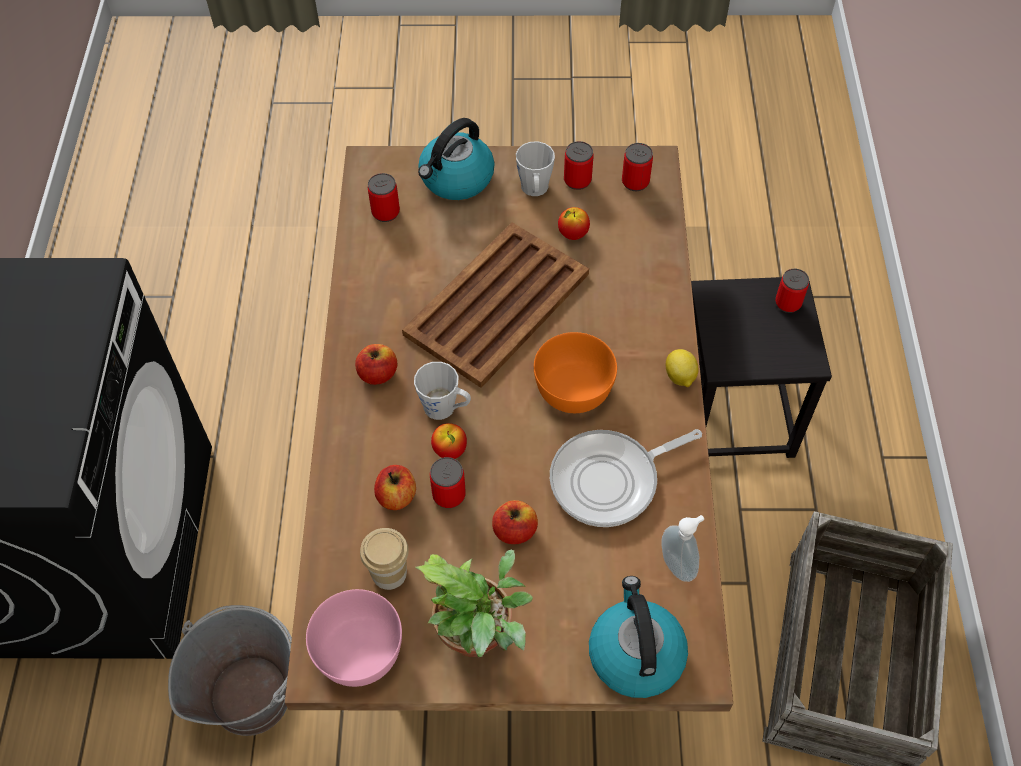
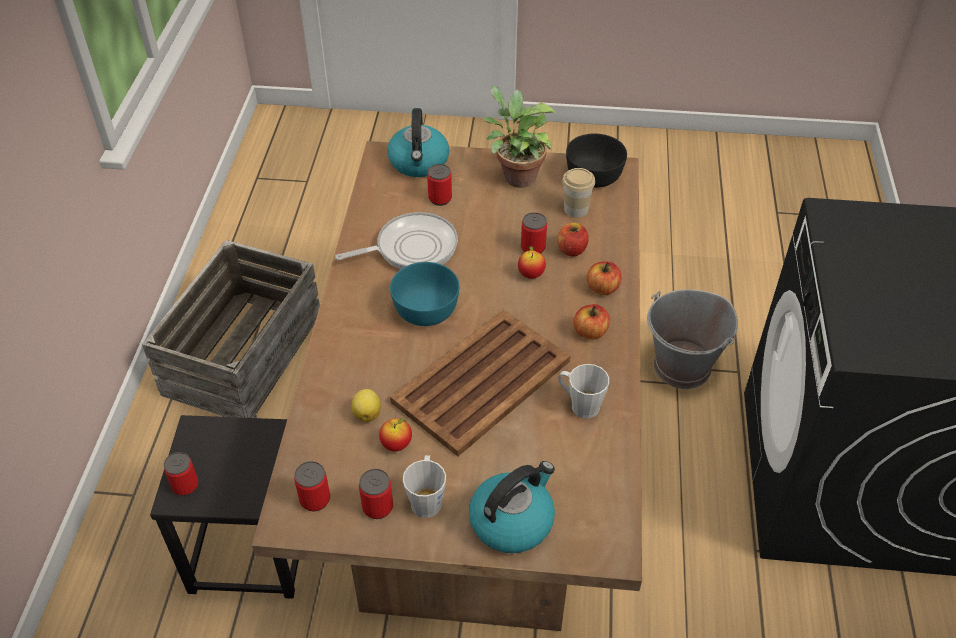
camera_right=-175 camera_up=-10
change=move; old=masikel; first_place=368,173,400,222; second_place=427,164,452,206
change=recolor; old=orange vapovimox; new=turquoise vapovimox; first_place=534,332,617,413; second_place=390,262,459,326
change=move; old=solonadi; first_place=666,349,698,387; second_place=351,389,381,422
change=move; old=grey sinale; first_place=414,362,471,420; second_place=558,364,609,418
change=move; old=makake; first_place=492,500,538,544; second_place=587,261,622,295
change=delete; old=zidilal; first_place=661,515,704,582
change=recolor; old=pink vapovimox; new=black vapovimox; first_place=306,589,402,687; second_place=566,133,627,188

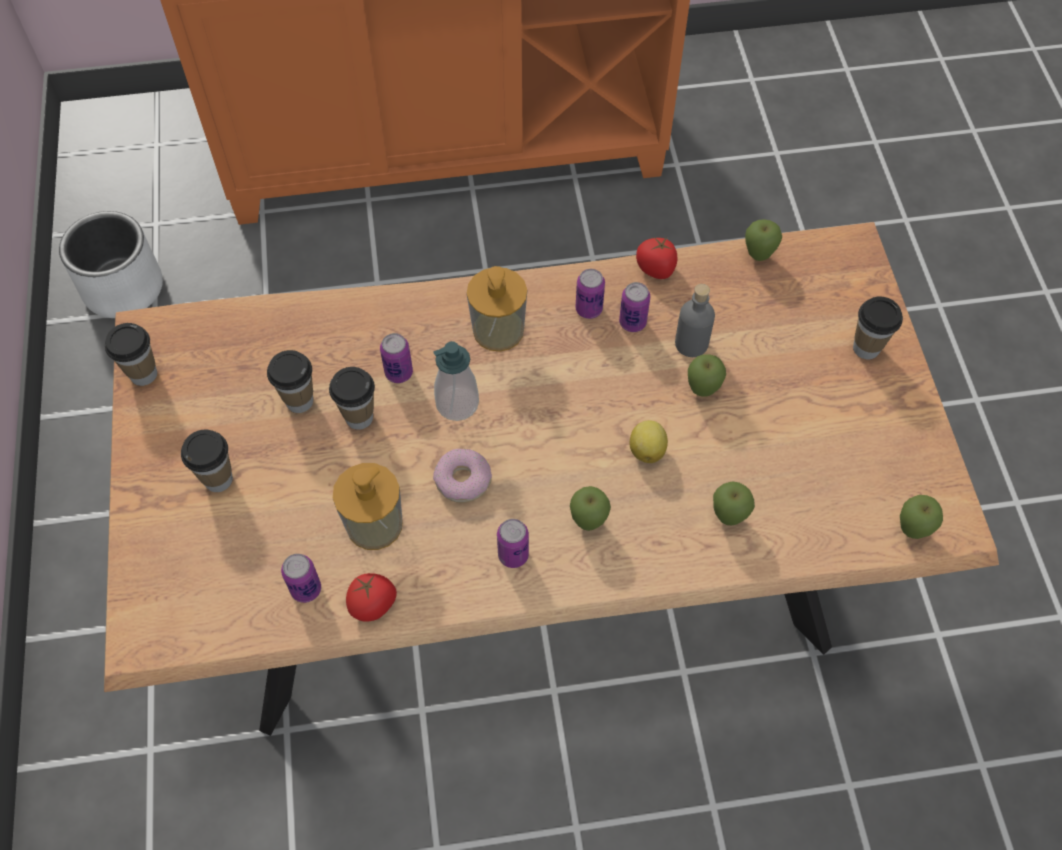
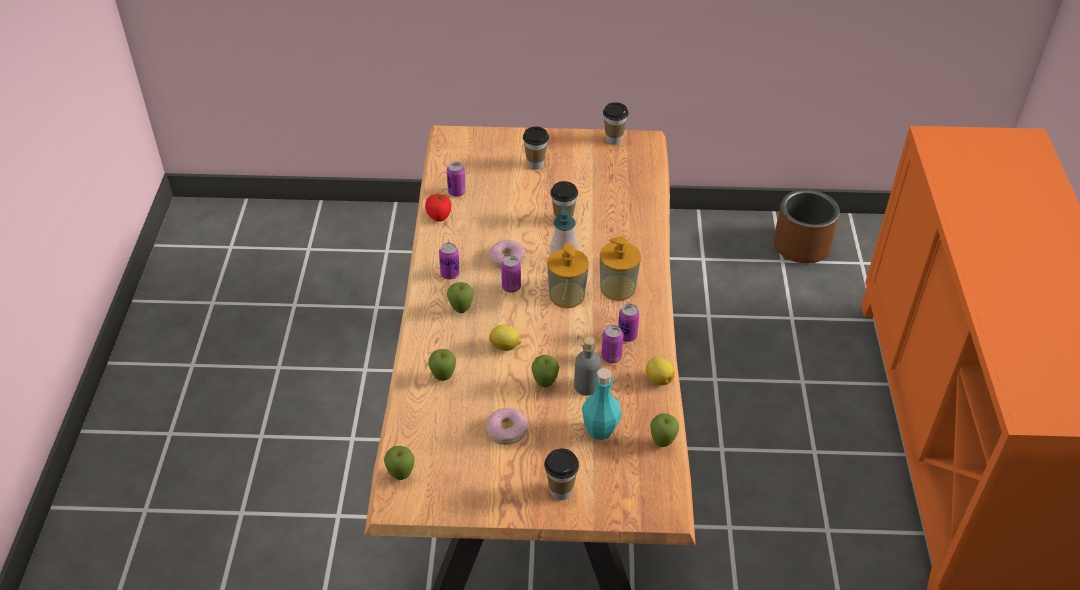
camera_right=100 camera_up=-15
change=recolor; old=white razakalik; new=brown razakalik; first_place=59,211,163,318; second_place=774,189,840,263
change=replace; old=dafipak; new=solonadi; first_place=636,237,677,279; second_place=646,357,675,385
change=move; old=masikel; first_place=380,333,413,383; second_place=501,256,521,293
change=delete; old=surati; first_place=267,350,313,413
change=move; old=zidilal; first_place=333,463,403,550; second_place=547,244,589,308
change=insert; new=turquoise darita; second_place=582,368,622,440
change=insert; new=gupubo; second_place=486,408,528,445

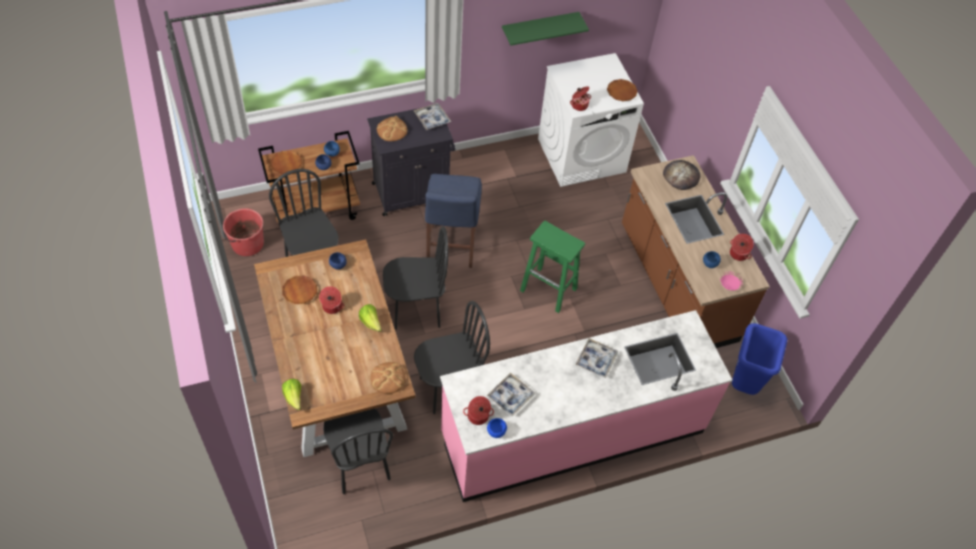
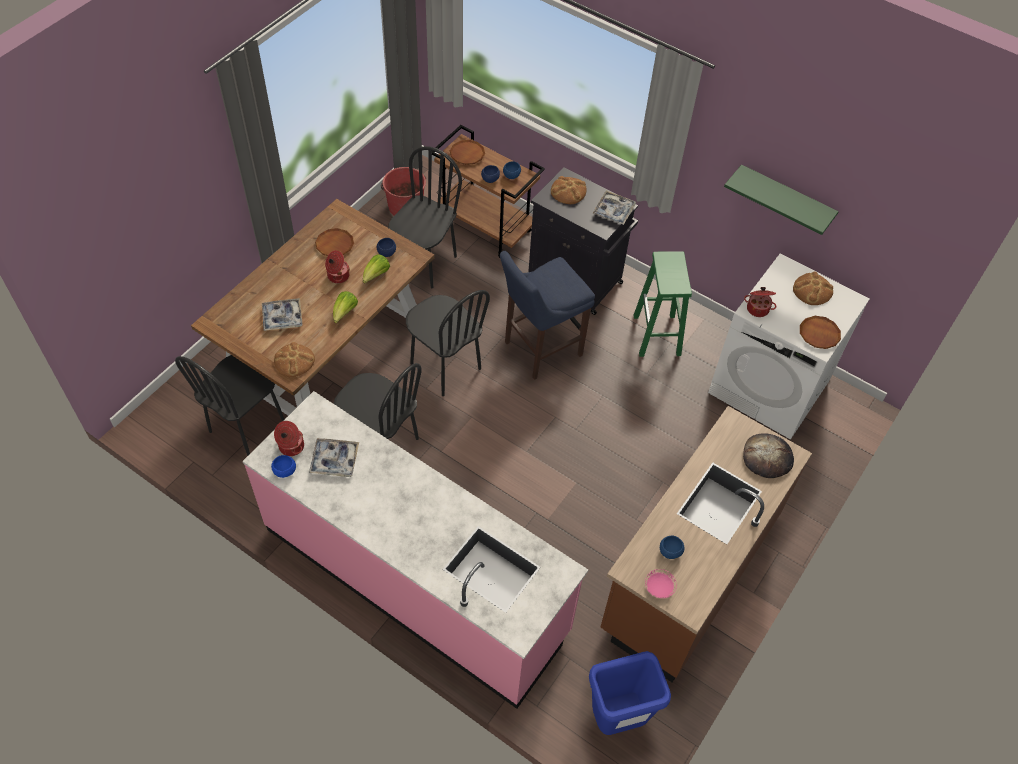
camera_right=55 camera_up=0
change=move; old=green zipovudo; first_place=520,220,585,313; second_place=634,251,692,357
change=delete; old=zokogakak; first_place=730,234,753,261
change=move; old=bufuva; first_place=575,338,618,378; second_place=262,298,303,331
change=move; old=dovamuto; first_place=282,379,301,410; second_place=363,254,390,283
change=insert; new=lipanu; second_place=793,271,833,305

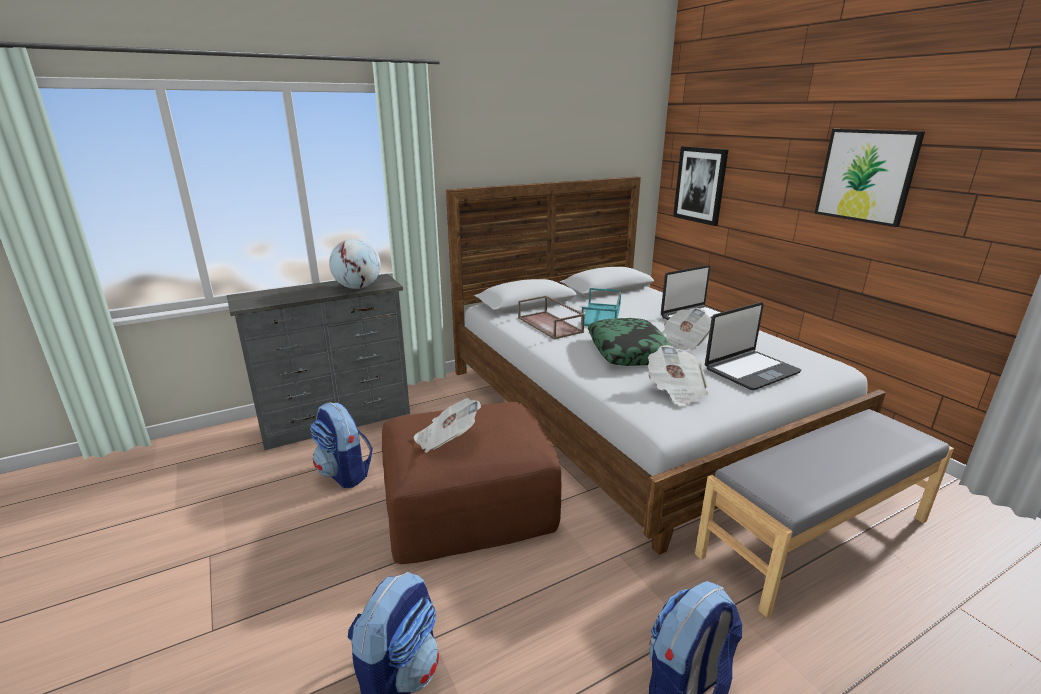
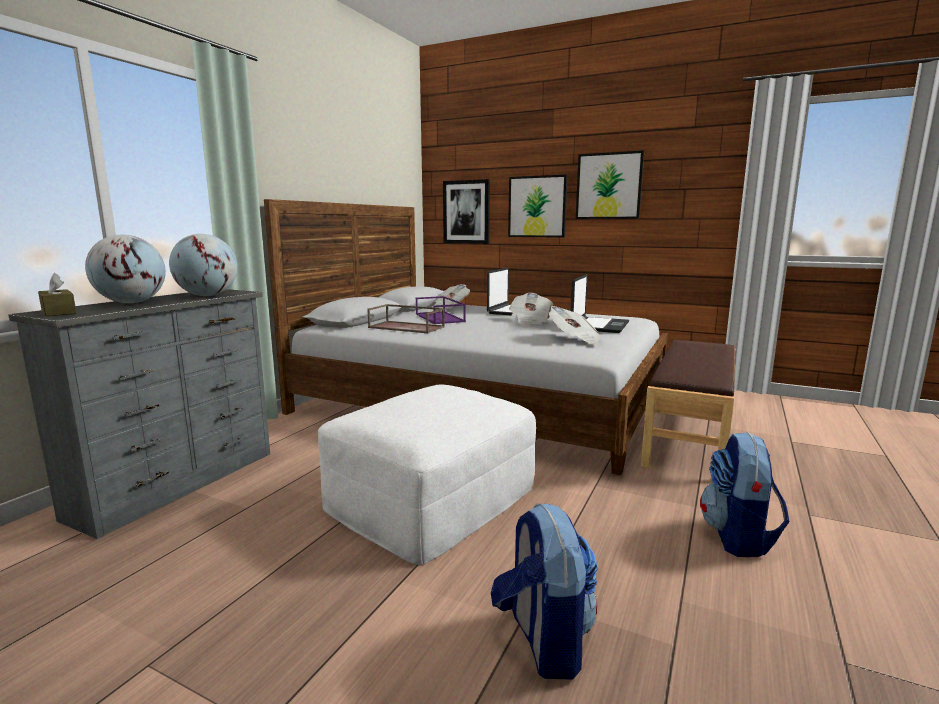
camera_right=-35 camera_up=-10
change=recolor; old=turquoise bufuva; new=purple bufuva; first_place=581,288,621,326; second_place=416,296,466,324
change=delete; old=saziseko; first_place=588,318,671,366
change=move; old=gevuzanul; first_place=414,398,481,453; second_place=432,284,470,310
change=recolor; old=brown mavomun; new=white mavomun; first_place=382,402,561,564; second_place=318,385,536,565
change=delete; old=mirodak; first_place=310,403,373,488
change=recolor; old=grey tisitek; new=brown tisitek; first_place=695,409,954,618; second_place=641,340,735,468
change=insert; new=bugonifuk; second_place=508,175,568,238
change=insert; new=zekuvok; second_place=85,234,166,303
change=insert; new=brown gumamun; second_place=38,273,77,316

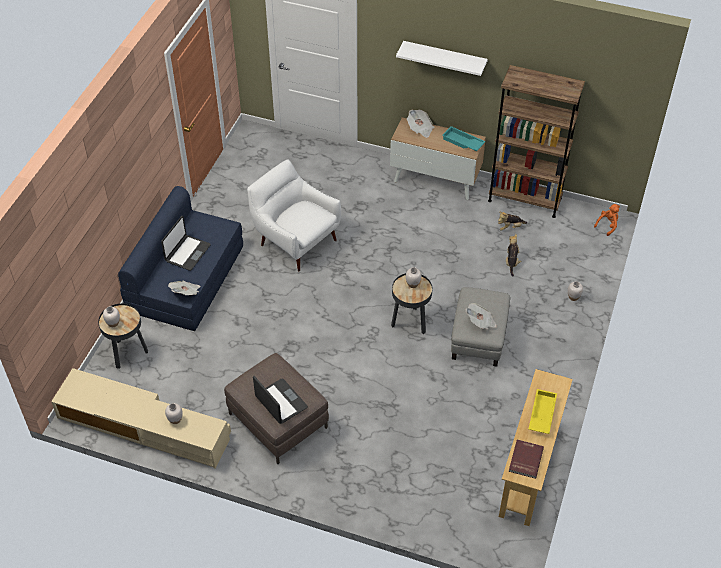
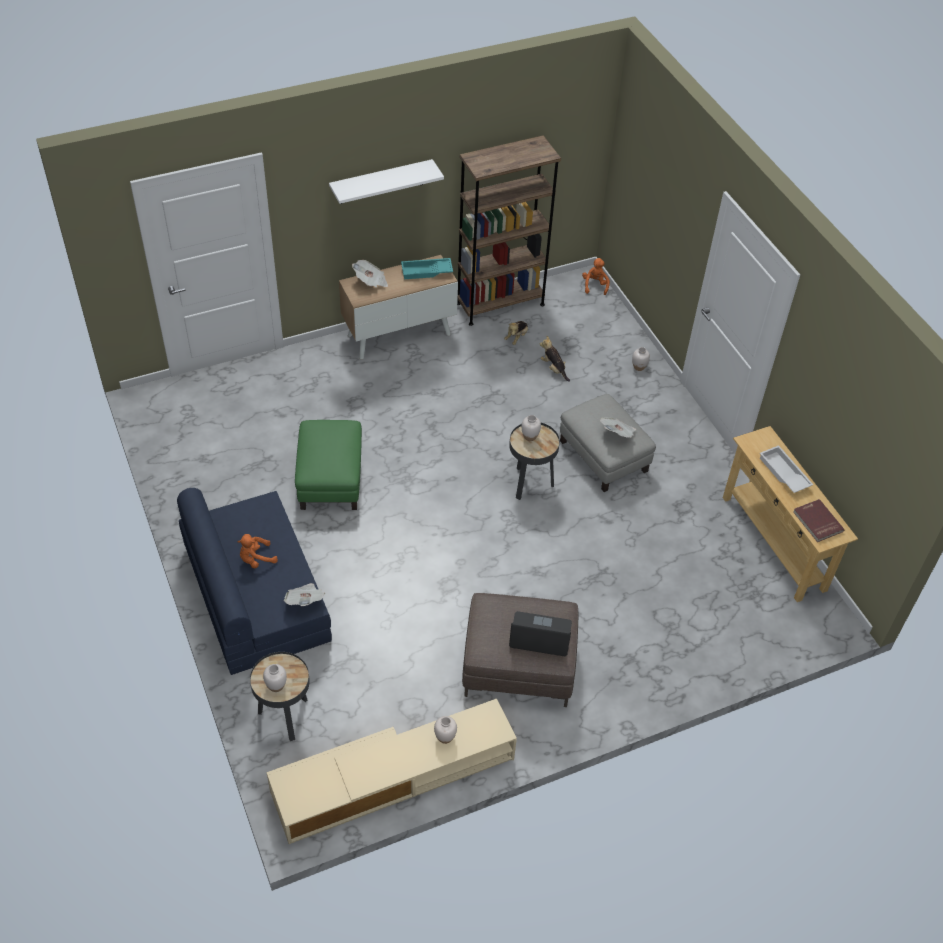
camera_right=-45 camera_up=0
change=replace; old=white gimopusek; new=green mavomun; first_place=247,160,341,271; second_place=295,420,362,510
change=replace; old=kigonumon; new=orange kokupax; first_place=161,216,211,271; second_place=238,534,278,568
change=recolor; old=yellow bufuva; new=white bufuva; first_place=528,389,557,434; second_place=760,445,813,493

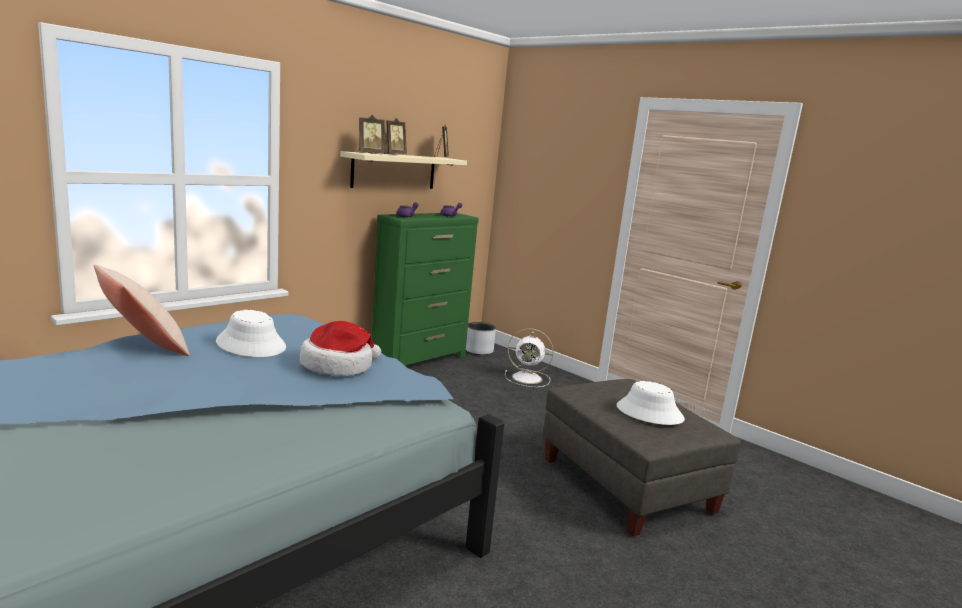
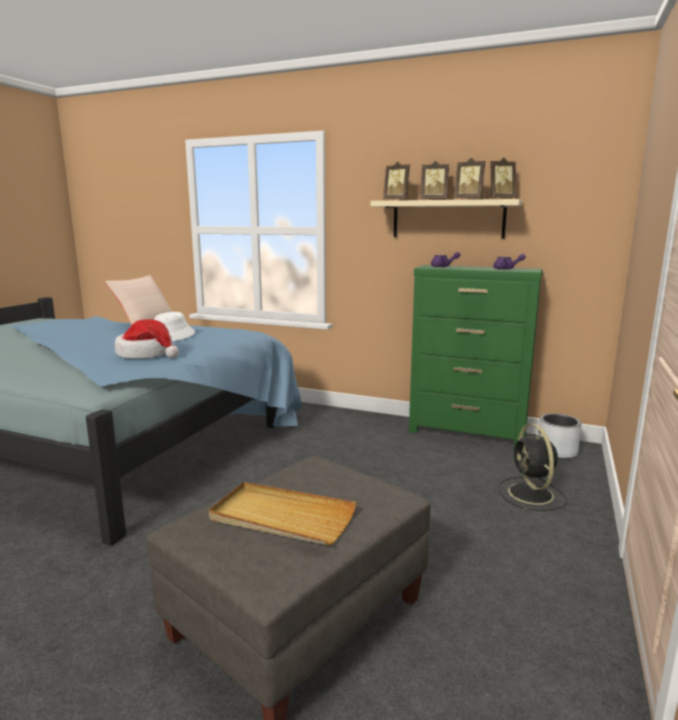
camera_right=70 camera_up=0
change=recolor; old=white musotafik; new=black musotafik; first_place=505,328,554,387; second_place=498,424,568,511
change=replace; old=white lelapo; new=beige bufuva; first_place=617,381,685,425; second_place=209,482,356,545
change=insert; new=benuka; second_place=454,157,485,200

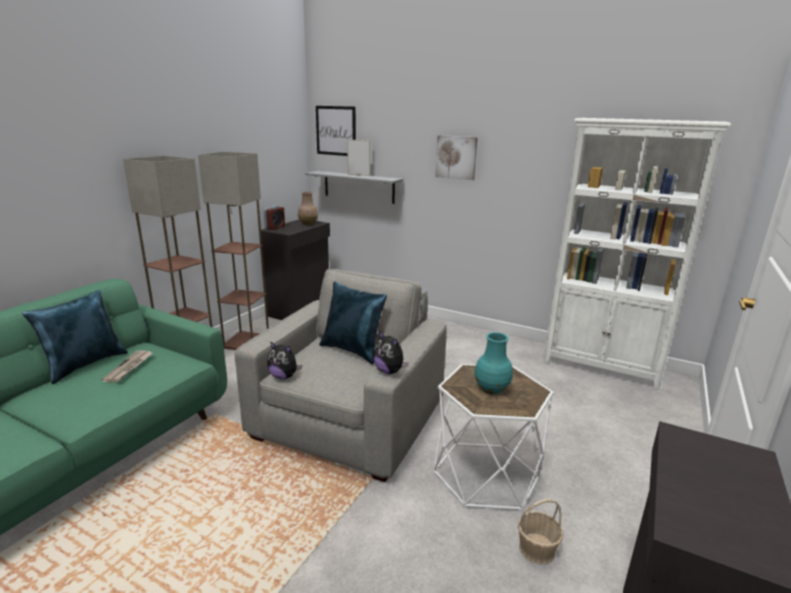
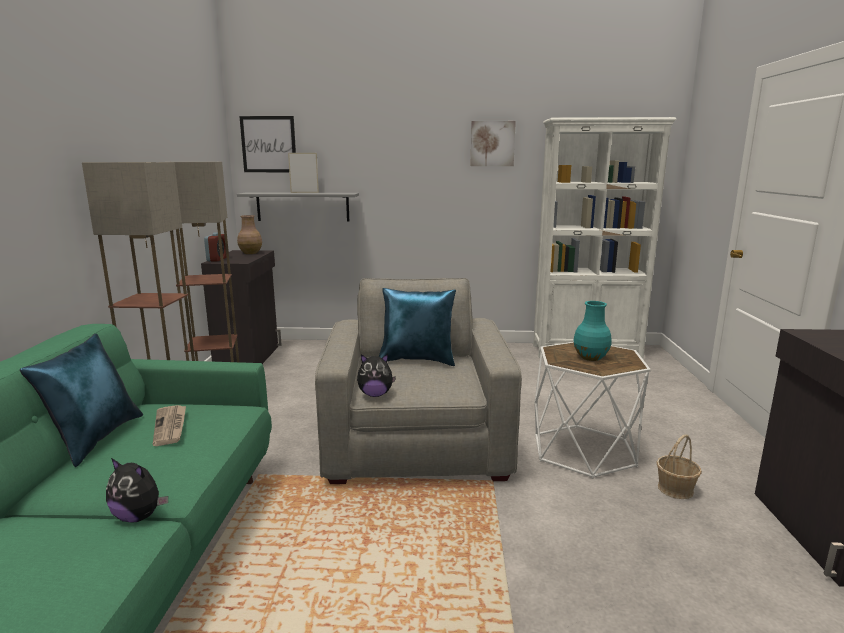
camera_right=-25 camera_up=-5
change=move; old=bugonifuk; first_place=435,135,478,180; second_place=470,121,516,166
change=move; old=kokupax; first_place=373,331,409,374; second_place=106,458,168,522

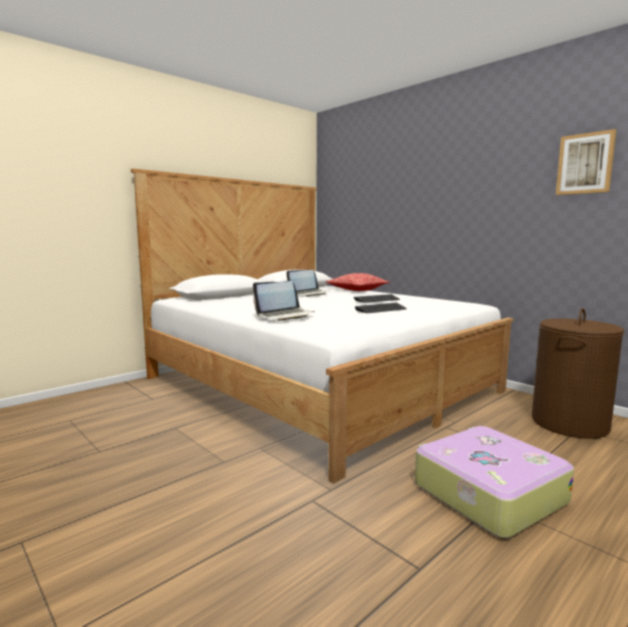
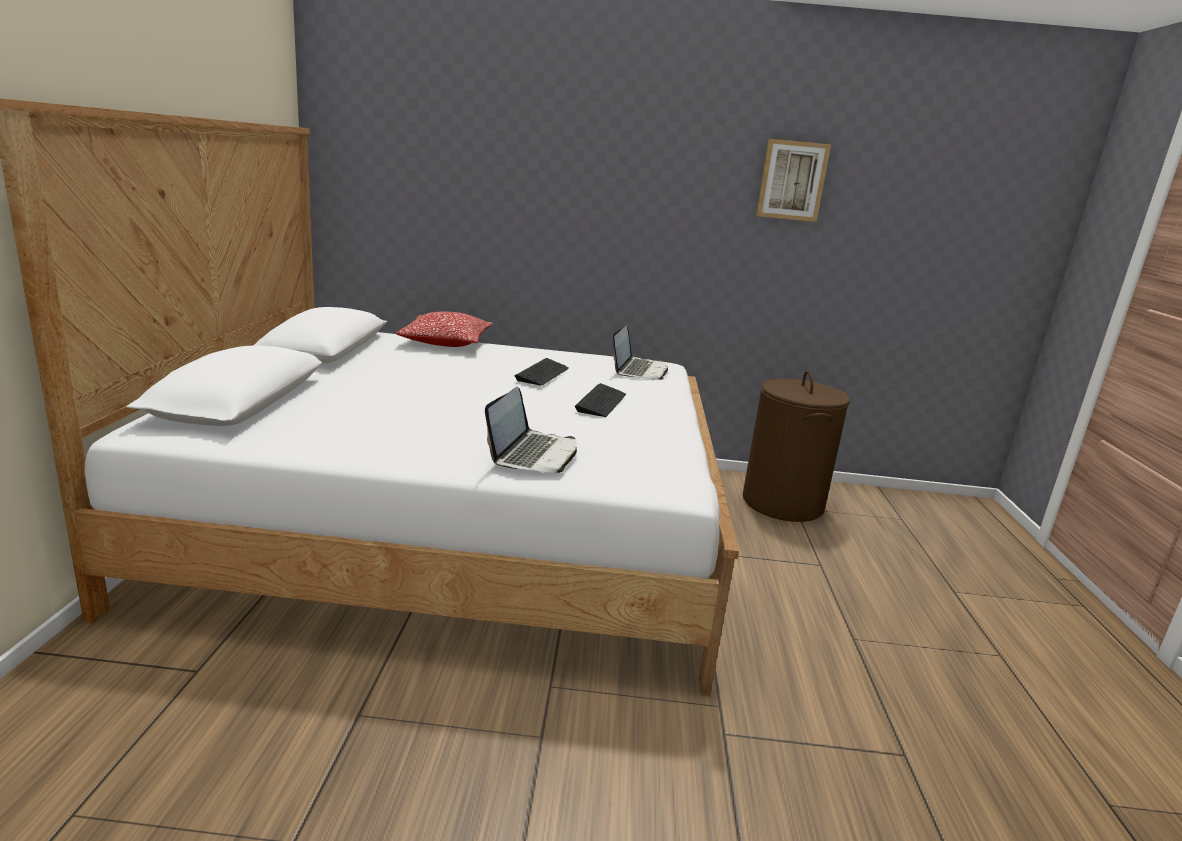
camera_right=-45 camera_up=10
change=move; old=kigonumon; first_place=286,270,329,297; second_place=613,325,668,380
change=delete; old=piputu; first_place=415,426,574,538

